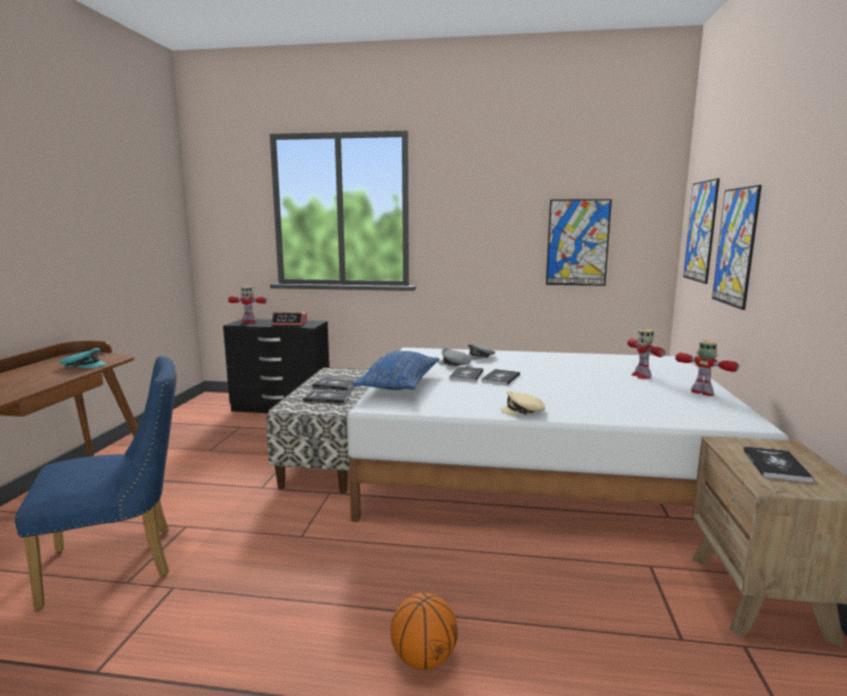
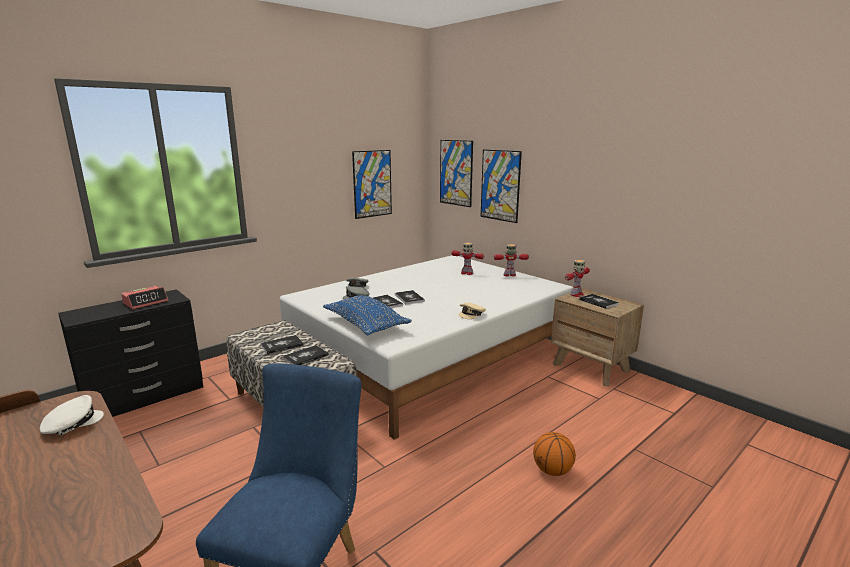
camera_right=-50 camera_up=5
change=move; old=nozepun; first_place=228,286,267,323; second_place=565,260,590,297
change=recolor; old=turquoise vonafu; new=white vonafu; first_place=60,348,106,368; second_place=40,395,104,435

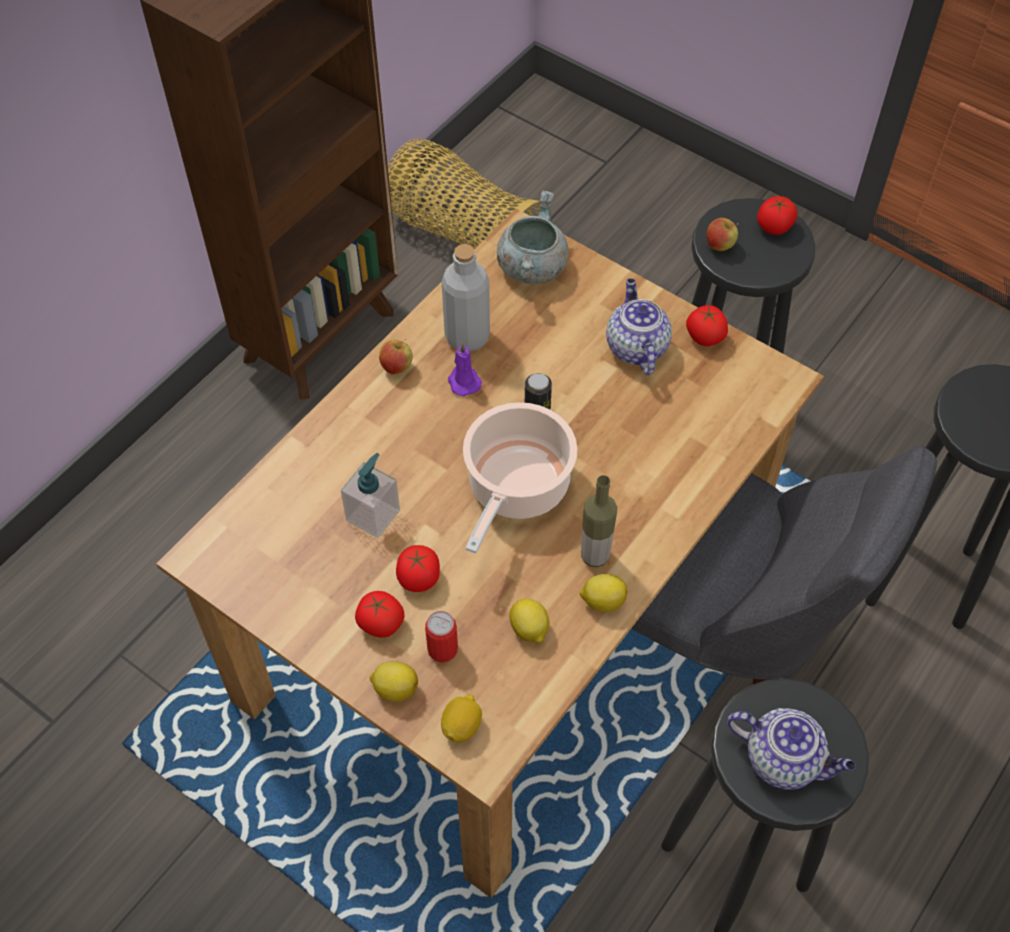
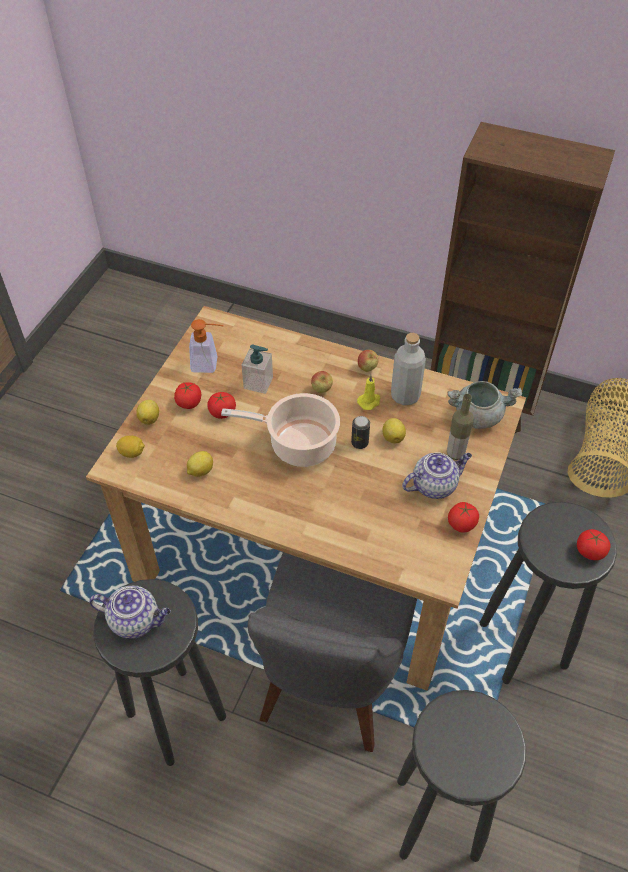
camera_right=75 camera_up=-5
change=move; old=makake; first_place=707,218,738,251; second_place=311,371,333,393
change=recolor; old=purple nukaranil; new=yellow nukaranil; first_place=448,343,482,396; second_place=357,375,381,410
change=move; old=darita; first_place=581,475,617,567; second_place=447,394,474,460
change=move; old=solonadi; first_place=580,574,627,612; second_place=382,418,406,443
change=delete; old=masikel; first_place=425,611,458,662
change=rotate; old=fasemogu; first_place=727,708,856,790; second_place=89,586,171,639; degrees=-90
change=insert; new=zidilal; second_place=189,319,224,373

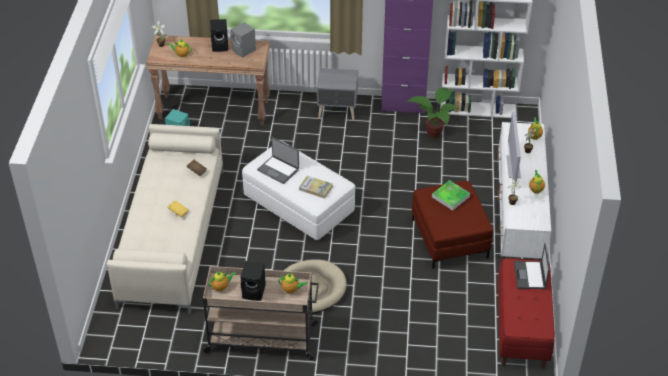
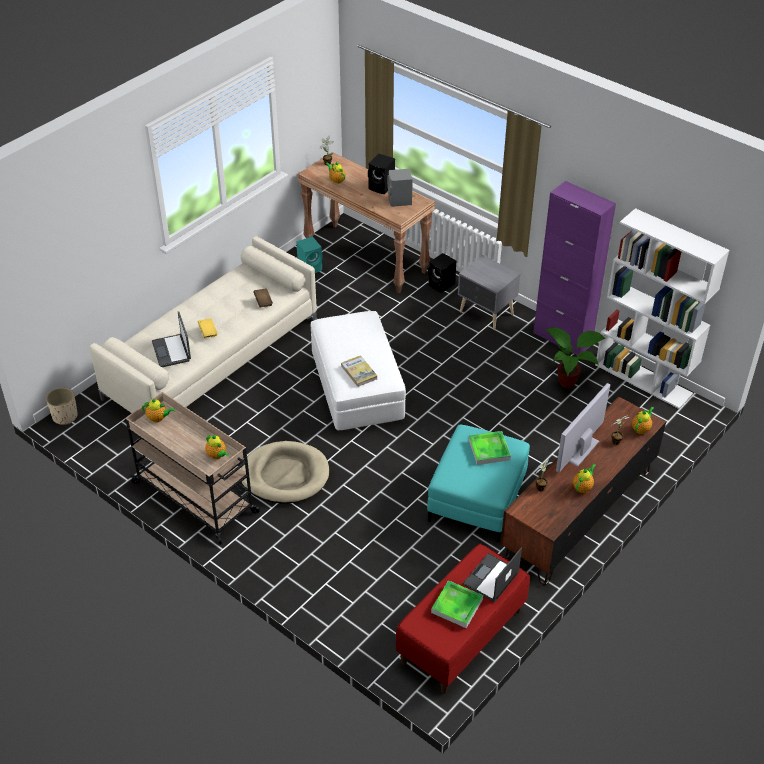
camera_right=35 camera_up=0
change=recolor; old=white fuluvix; new=brown fuluvix; first_place=498,122,551,260; second_place=500,396,666,585
change=move; old=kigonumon; first_place=257,137,299,184; second_place=152,311,191,367
change=recolor; old=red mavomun; new=turquoise mavomun; first_place=412,181,493,269; second_place=427,425,530,542
change=move; old=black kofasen; first_place=240,261,266,301; second_place=428,253,456,293
change=insert; new=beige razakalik; second_place=46,387,78,425
change=insert; new=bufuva; second_place=431,580,483,628

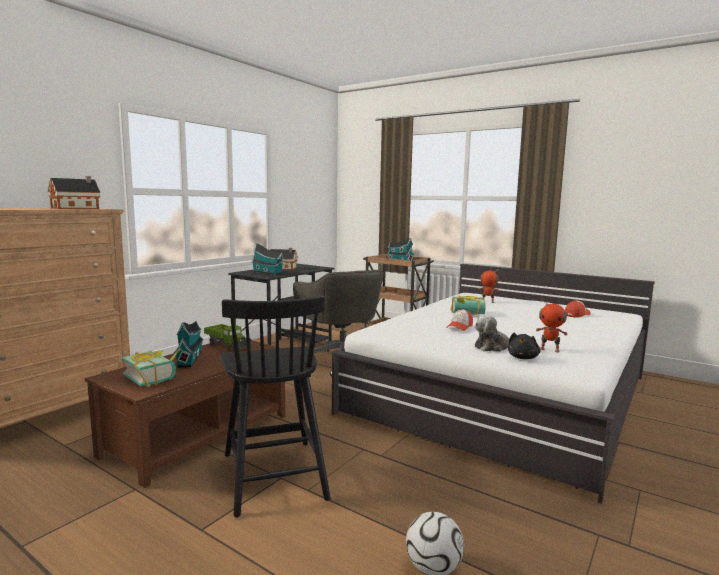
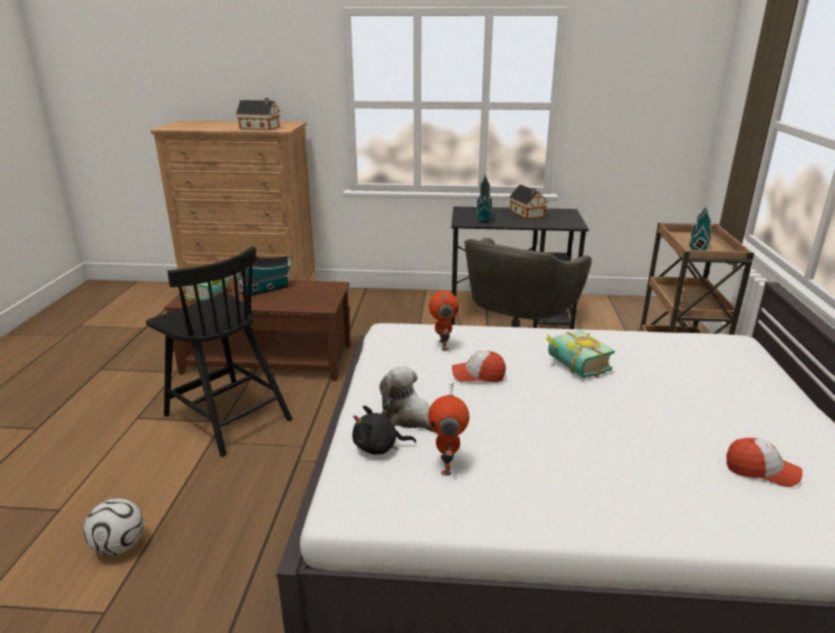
camera_right=60 camera_up=15
change=move; old=nozepun; first_place=478,269,499,303; second_place=429,291,459,351
change=rotate; old=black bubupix; first_place=220,295,331,517; second_place=146,246,292,457; degrees=-90
change=delete; old=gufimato; first_place=204,324,253,351

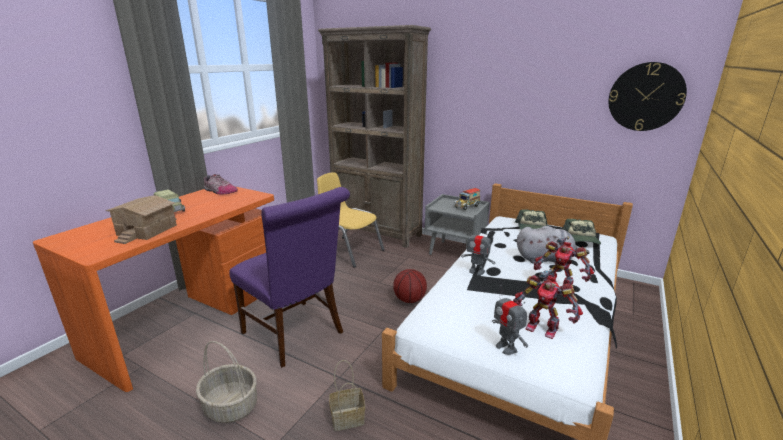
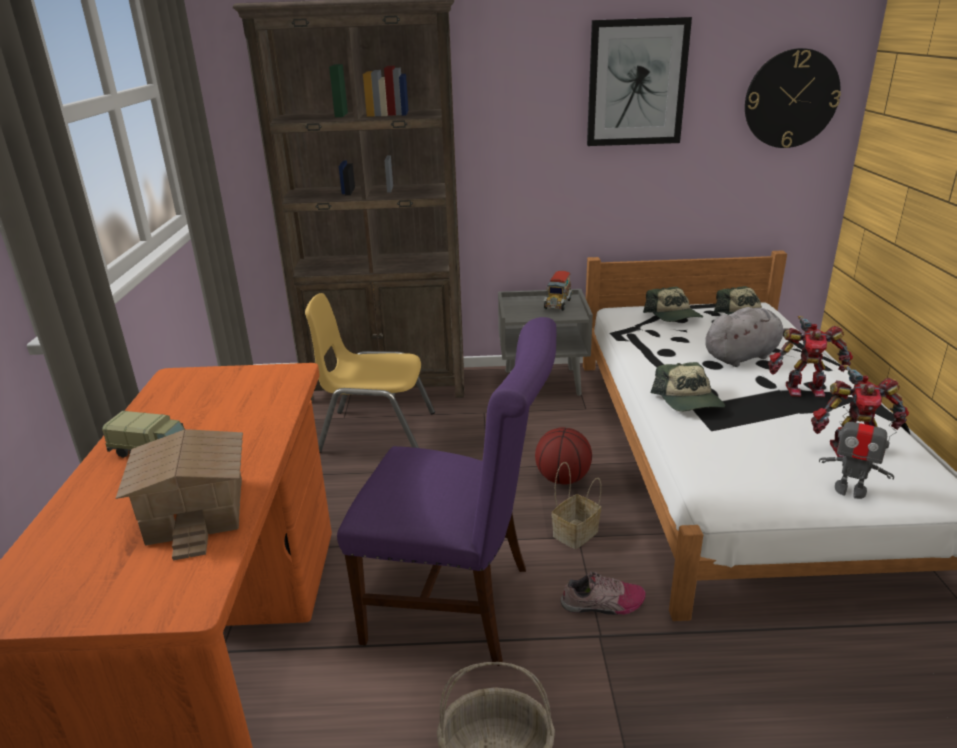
camera_right=-30 camera_up=5
change=move; old=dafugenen; first_place=204,174,238,195; second_place=561,571,646,615
change=replace; old=nozepun; new=vonafu; first_place=461,226,496,275; second_place=651,362,725,411
change=move; old=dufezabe; first_place=329,360,365,431; second_place=552,462,601,549
change=insert; new=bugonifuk; second_place=587,17,692,146

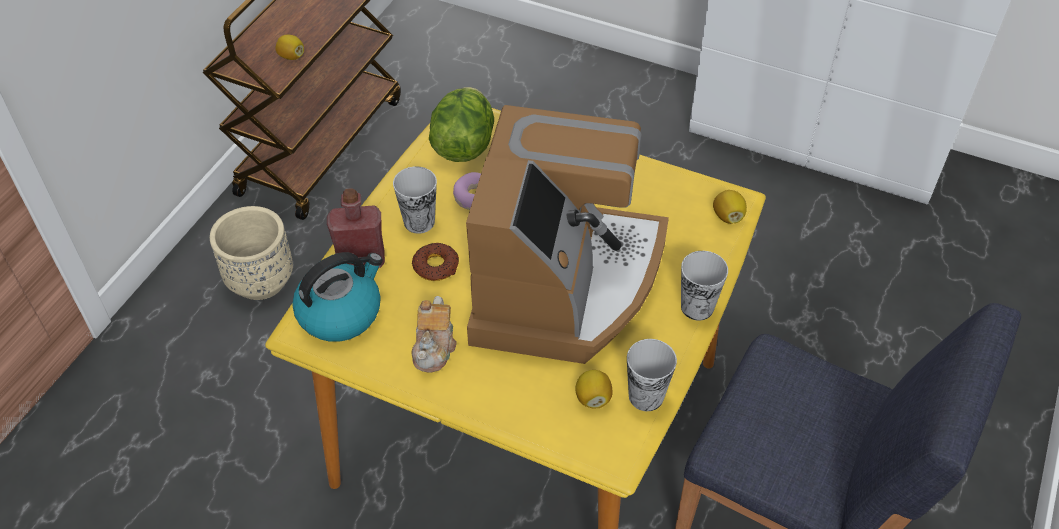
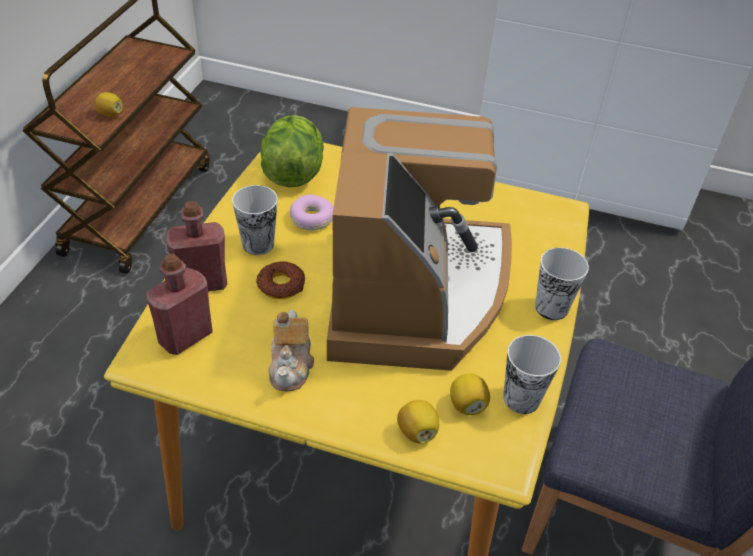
camera_right=-10 camera_up=-5
change=move; old=solonadi; first_place=713,190,747,224; second_place=397,400,439,444
change=delete; old=beige razakalik; first_place=210,206,293,300
change=replace; old=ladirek; new=red darita; first_place=292,252,383,342; second_place=146,254,213,355

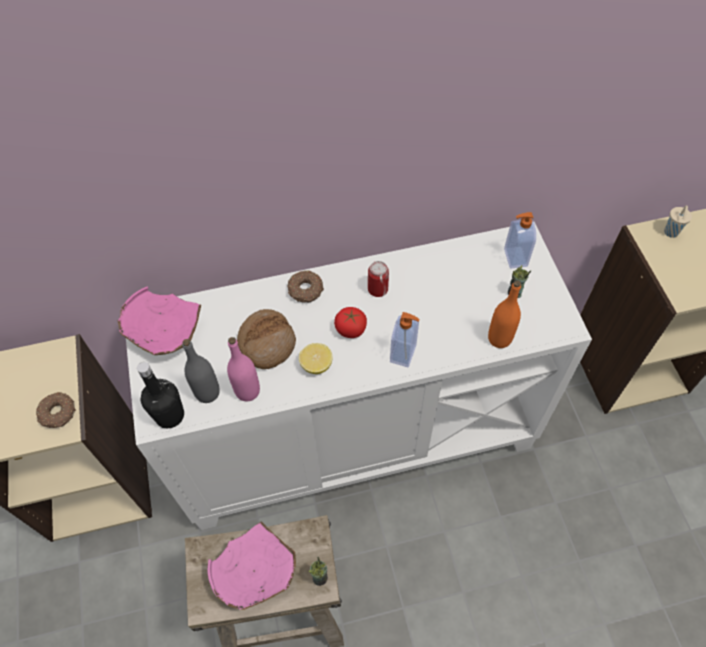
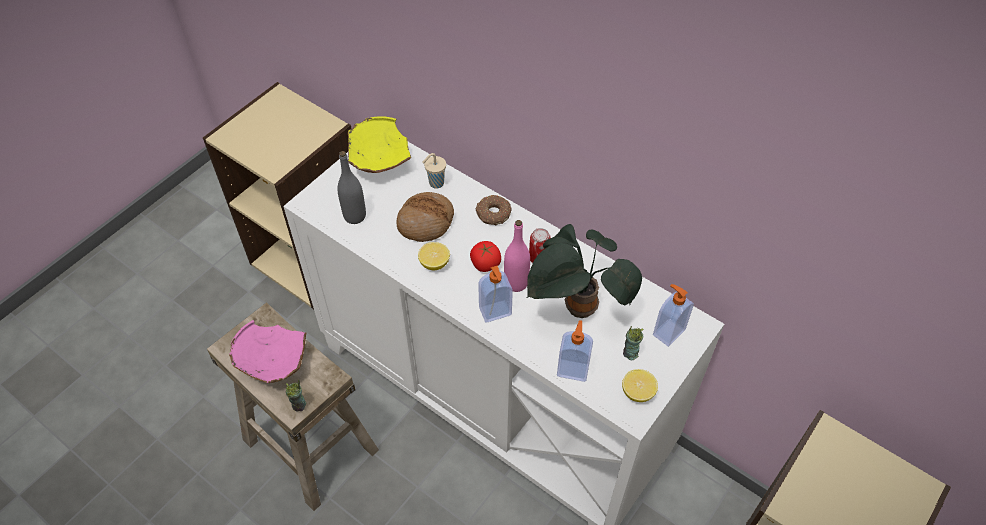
camera_right=50 camera_up=-5
change=move; old=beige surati; first_place=664,205,692,238; second_place=422,153,446,188
change=replace; old=orange darita; new=zidilal; first_place=488,280,521,348; second_place=557,320,593,382
change=recolor; old=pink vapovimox; new=yellow vapovimox; first_place=118,286,201,355; second_place=348,116,411,173
change=move; old=pink darita; first_place=227,337,260,401; second_place=504,220,530,292
change=delete; old=black darita; first_place=137,362,184,428
change=delete; old=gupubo; first_place=36,392,76,428
change=insert; new=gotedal; second_place=526,224,642,318
change=insert; new=solonadi; second_place=622,369,658,402

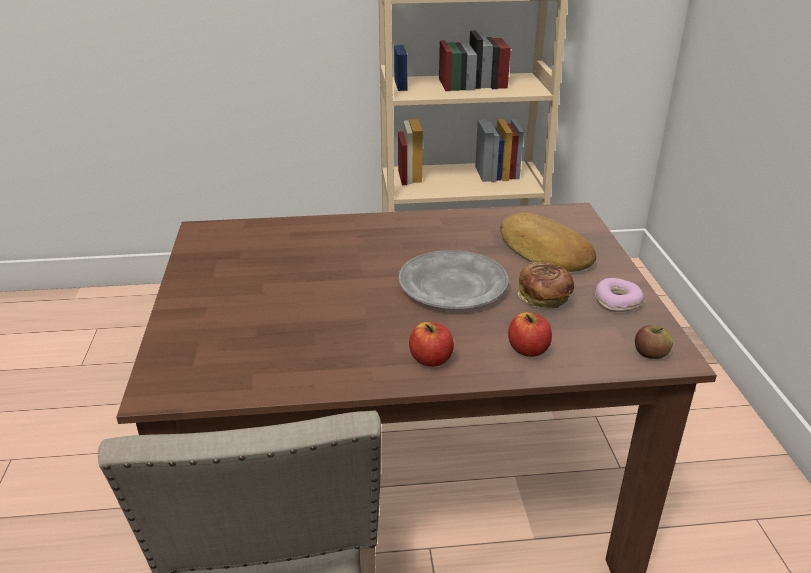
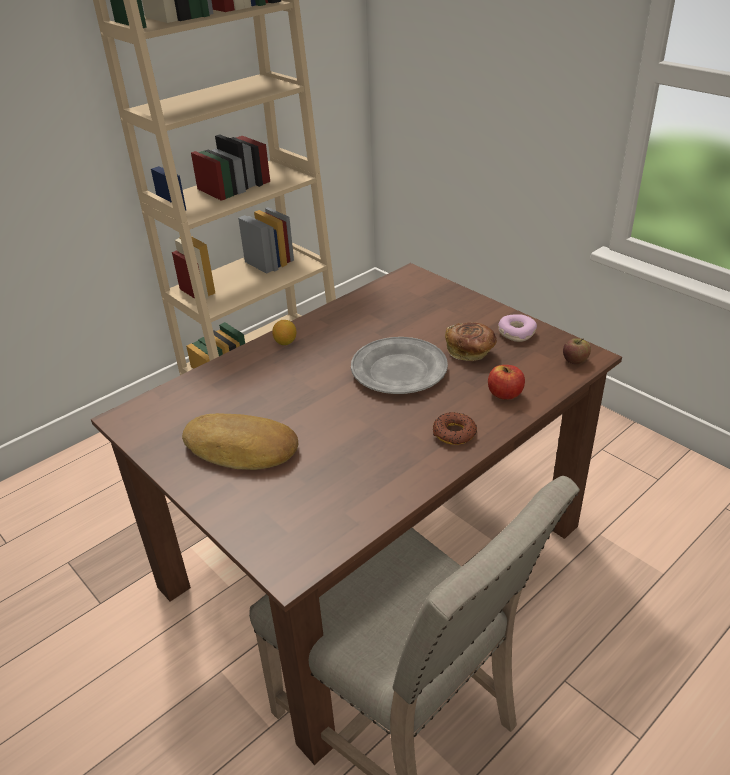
camera_right=-35 camera_up=5
change=move; old=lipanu; first_place=500,212,596,272; second_place=182,413,298,470
change=replace; old=makake; new=gupubo; first_place=409,322,454,367; second_place=433,412,477,445
change=insert; new=solonadi; second_place=272,320,296,345

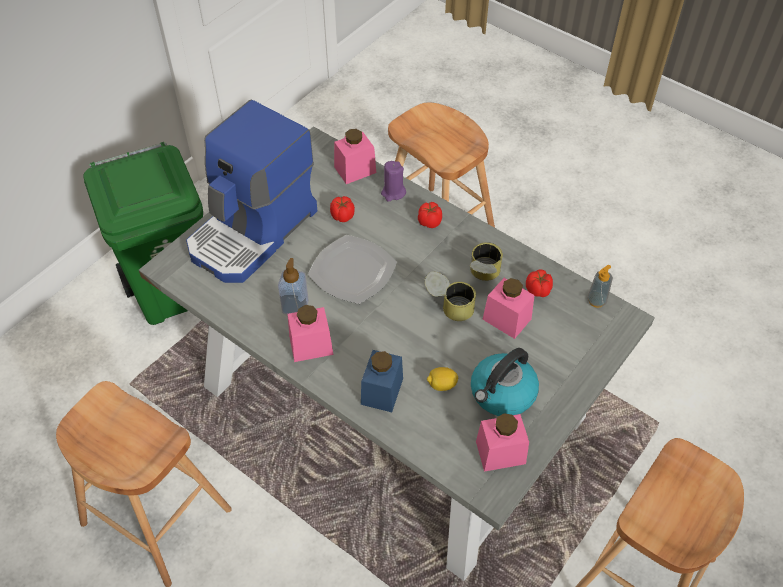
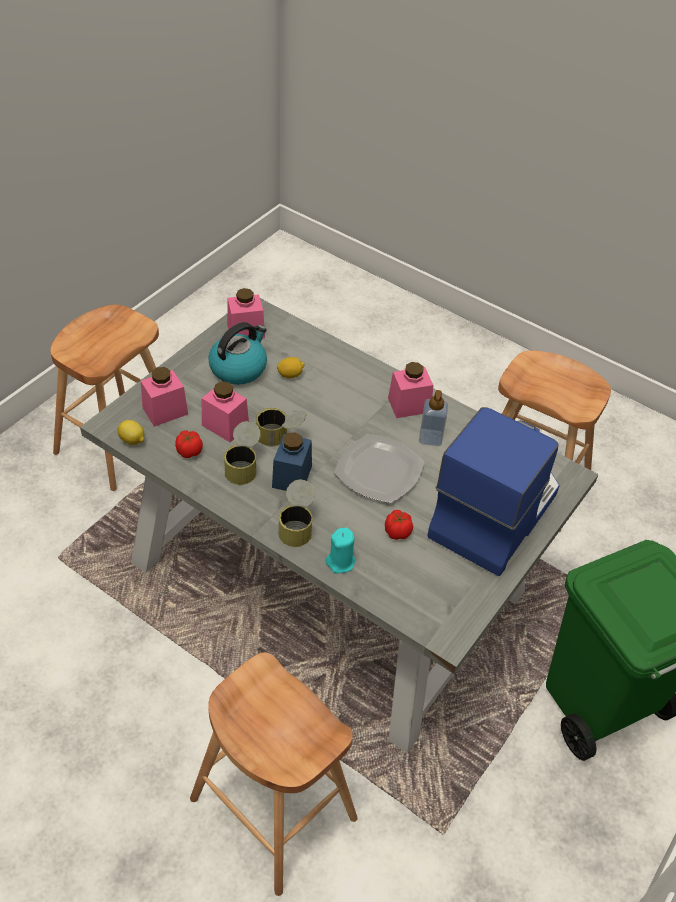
camera_right=175 camera_up=-5
change=move; old=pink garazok; first_place=334,129,376,184; second_place=141,367,188,427
change=recolor; old=purple nukaranil; new=turquoise nukaranil; first_place=381,161,406,201; second_place=326,528,356,573
change=replace; old=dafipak; new=masikel; first_place=418,202,442,228; second_place=279,479,315,547
change=replace; old=zidilal; new=solonadi; first_place=587,265,613,307; second_place=117,420,144,445
change=move; old=blue garazok; first_place=361,350,403,412; second_place=272,432,312,491

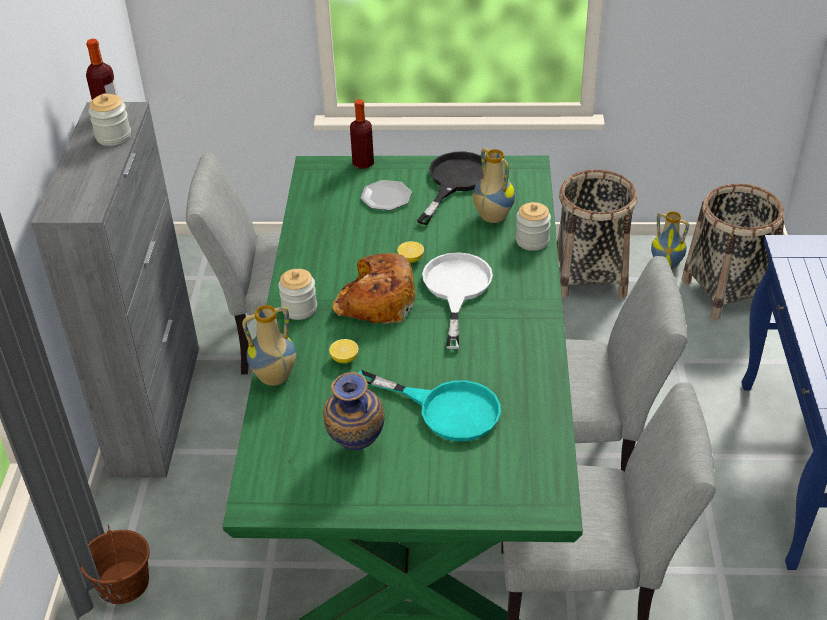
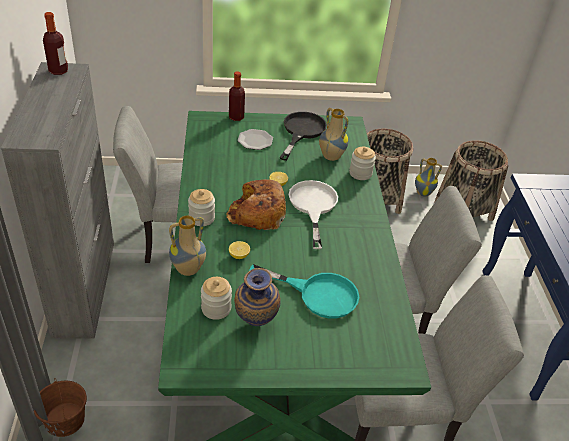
camera_right=-10 camera_up=0
change=move; old=garazok; first_place=89,93,131,146; second_place=201,277,232,320

